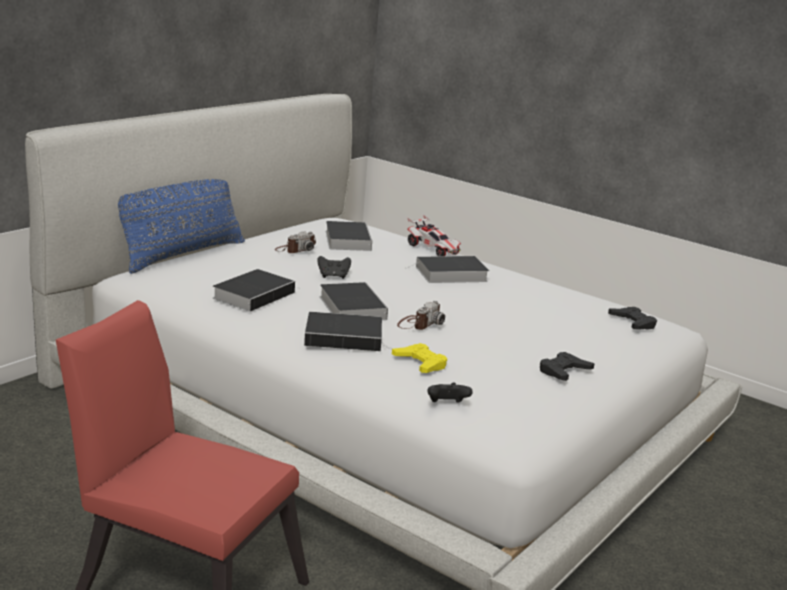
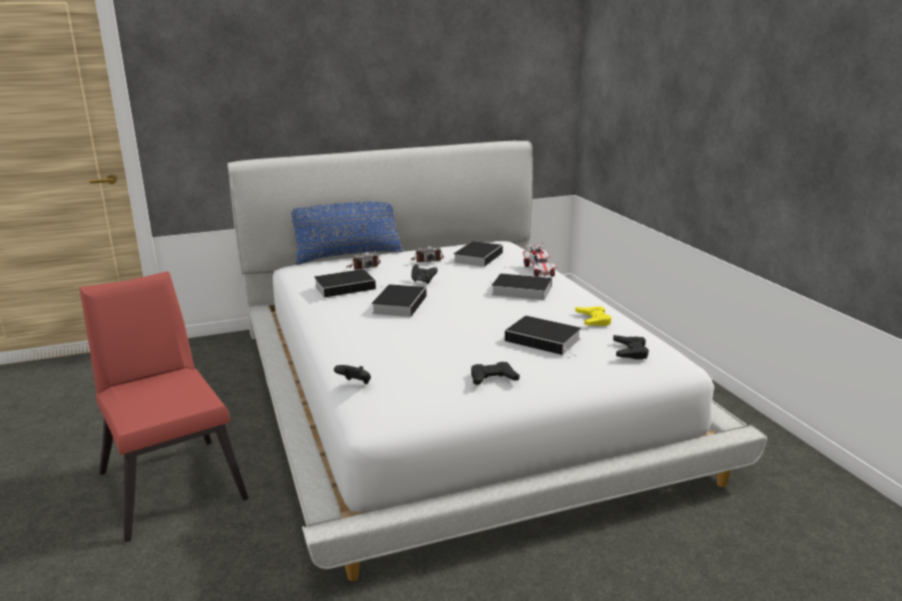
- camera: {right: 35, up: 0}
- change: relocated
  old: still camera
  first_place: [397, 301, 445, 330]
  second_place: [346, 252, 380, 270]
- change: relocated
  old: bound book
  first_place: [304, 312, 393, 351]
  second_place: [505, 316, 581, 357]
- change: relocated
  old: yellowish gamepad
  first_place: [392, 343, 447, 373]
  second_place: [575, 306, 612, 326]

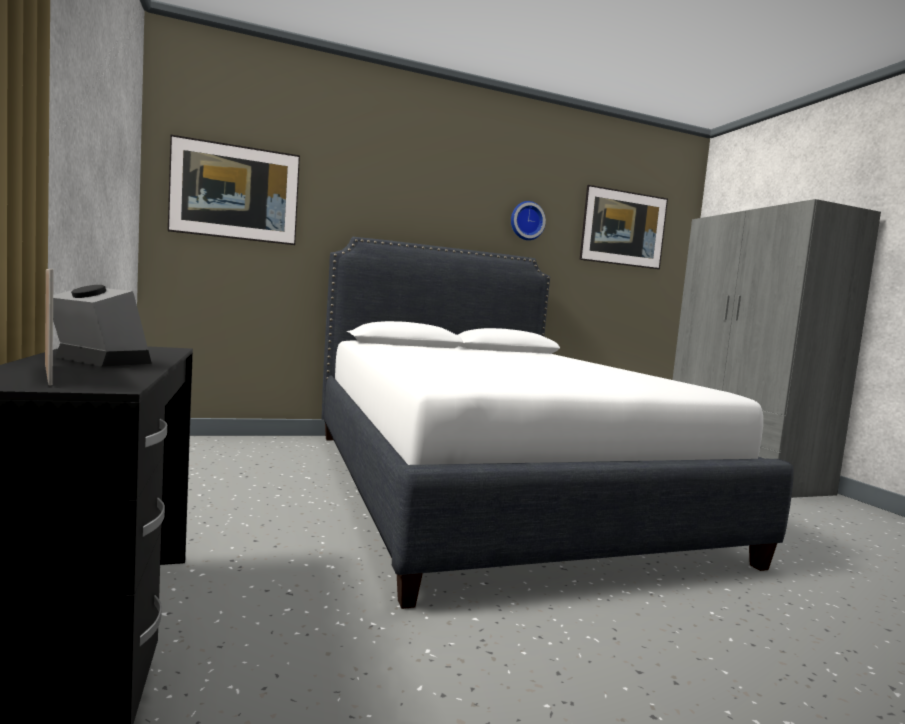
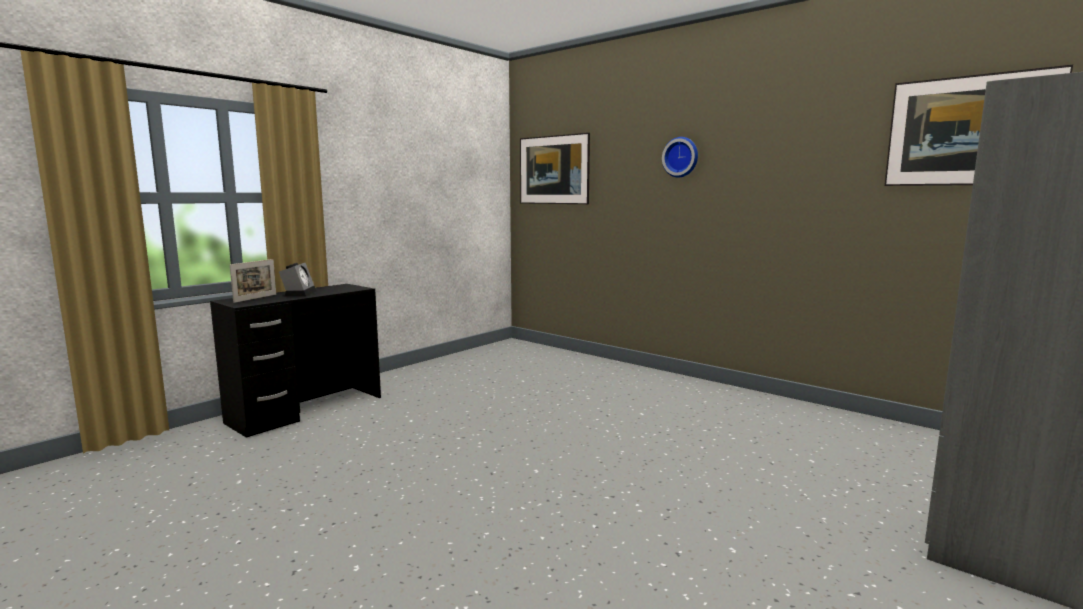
- camera: {right: 60, up: 5}
- change: relocated
  old: clock on the wall
  first_place: [511, 201, 546, 240]
  second_place: [662, 137, 698, 178]
- change: missing
  old: white-coloured bed
  first_place: [321, 237, 794, 609]

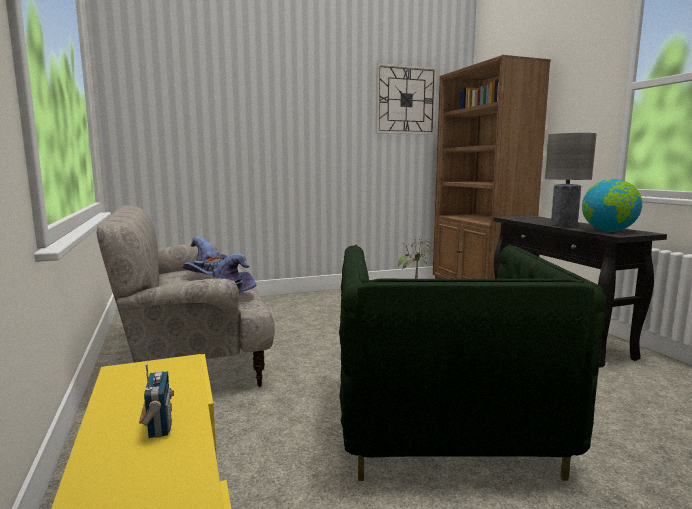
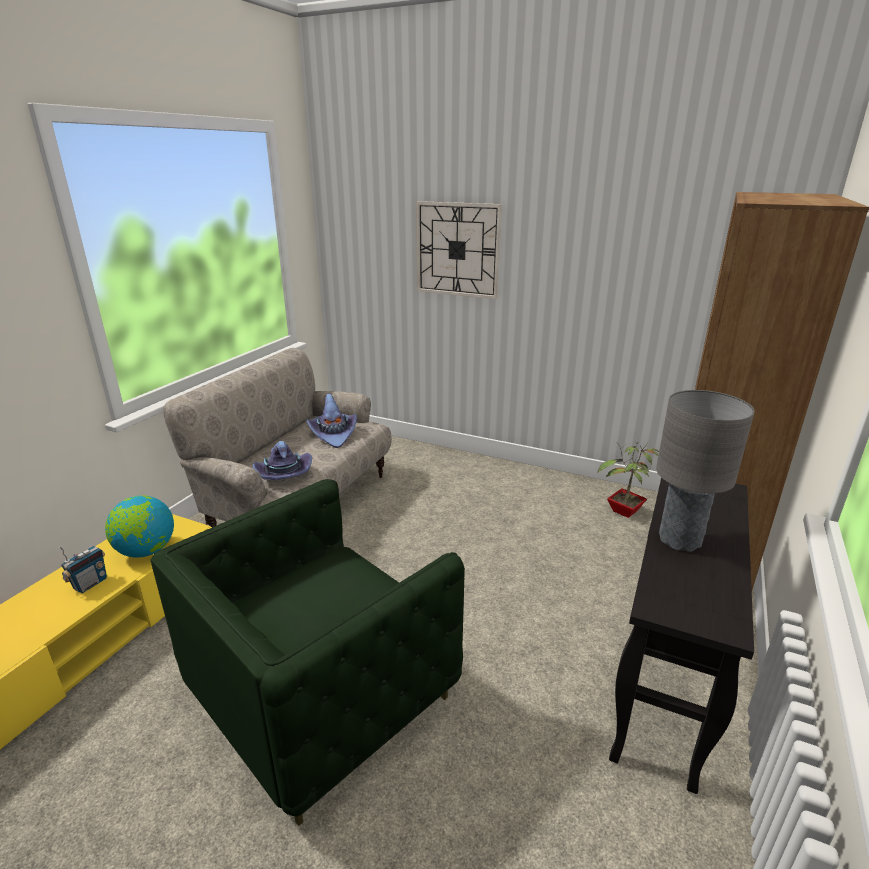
- camera: {right: 45, up: 15}
- change: relocated
  old: clock on the wall
  first_place: [376, 63, 437, 135]
  second_place: [416, 201, 502, 299]
- change: relocated
  old: world globe
  first_place: [582, 179, 642, 232]
  second_place: [105, 495, 174, 558]

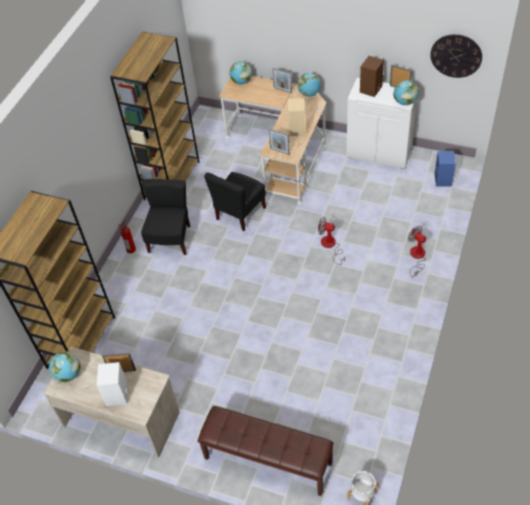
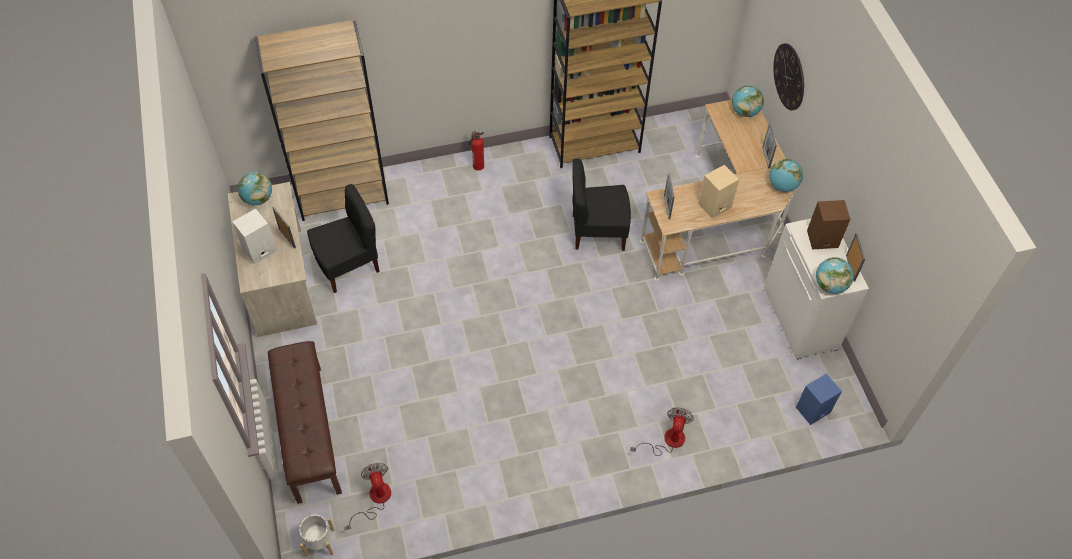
- camera: {right: 50, up: 5}
- change: relocated
  old: clock on the wall
  first_place: [430, 34, 482, 78]
  second_place: [773, 43, 804, 110]
- change: relocated
  old: black-coloured chair
  first_place: [141, 179, 190, 255]
  second_place: [307, 184, 380, 293]
- change: relocated
  old: cooling fan
  first_place: [318, 217, 345, 265]
  second_place: [344, 463, 391, 530]

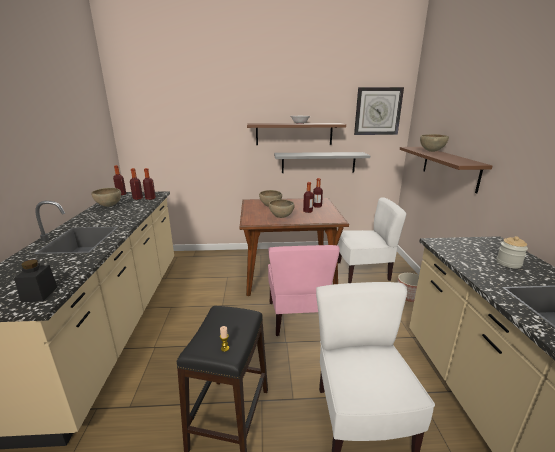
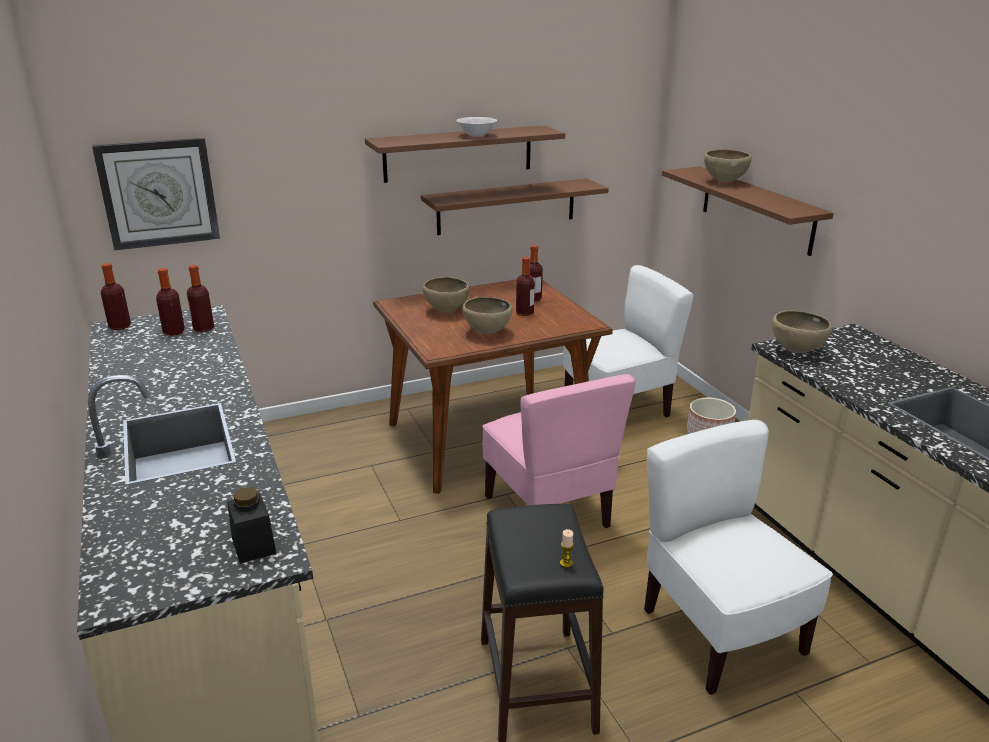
- camera: {right: -20, up: 5}
- change: relocated
  old: clock on the wall
  first_place: [354, 87, 404, 135]
  second_place: [92, 138, 220, 250]
- change: colour
  old: gray shelf
  new: brown shelf
  first_place: [274, 152, 370, 173]
  second_place: [421, 178, 609, 235]
- change: relocated
  old: brown bowl
  first_place: [91, 188, 121, 207]
  second_place: [772, 311, 832, 353]
- change: missing
  old: jar
  first_place: [496, 236, 528, 269]

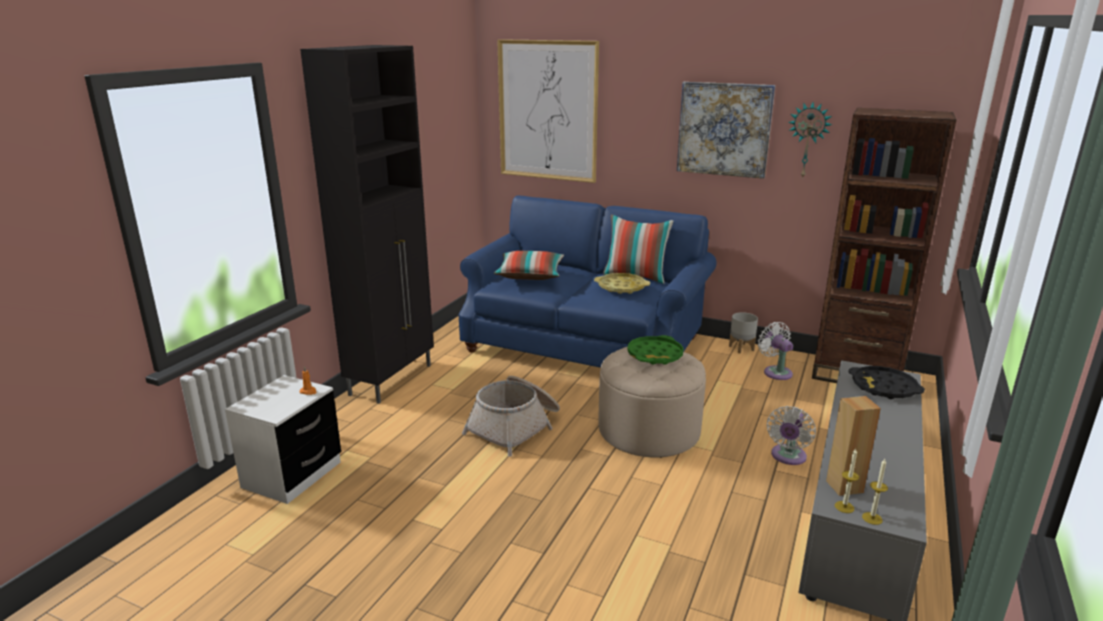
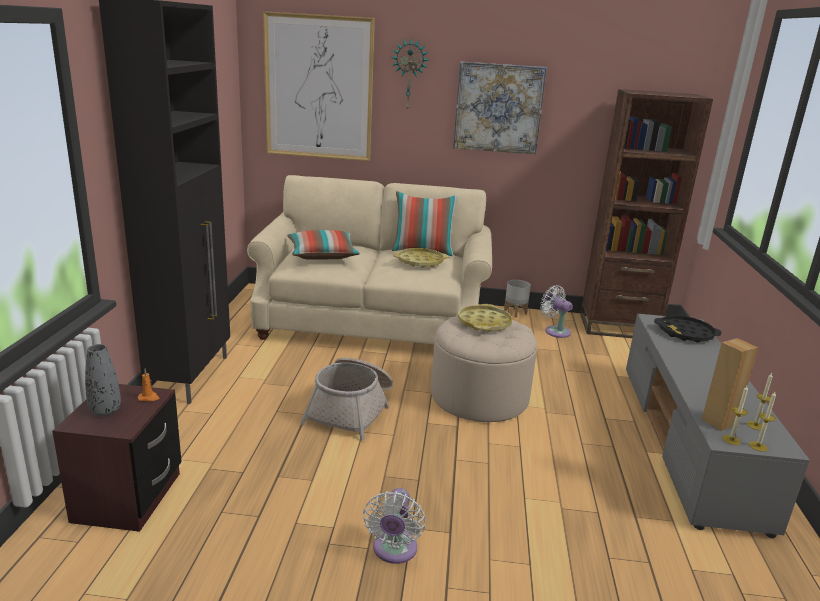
- camera: {right: -20, up: 0}
- change: relocated
  old: clock on the wall
  first_place: [788, 102, 832, 179]
  second_place: [391, 38, 428, 111]
- change: colour
  old: blue couch
  new: beige-coloured couch
  first_place: [459, 195, 717, 368]
  second_place: [247, 175, 492, 344]
- change: colour
  old: green-coloured carrying tray
  new: yellowish carrying tray
  first_place: [627, 335, 684, 365]
  second_place: [458, 304, 512, 332]
- change: colour
  old: white-coloured nightstand
  new: brown nightstand
  first_place: [225, 375, 341, 504]
  second_place: [52, 384, 182, 532]
- change: relocated
  old: white-coloured cooling fan
  first_place: [767, 406, 816, 465]
  second_place: [363, 488, 426, 564]
- change: appeared
  new: gray decorative vase
  second_place: [85, 344, 121, 416]
- change: appeared
  new: wax light
  second_place: [747, 373, 773, 430]

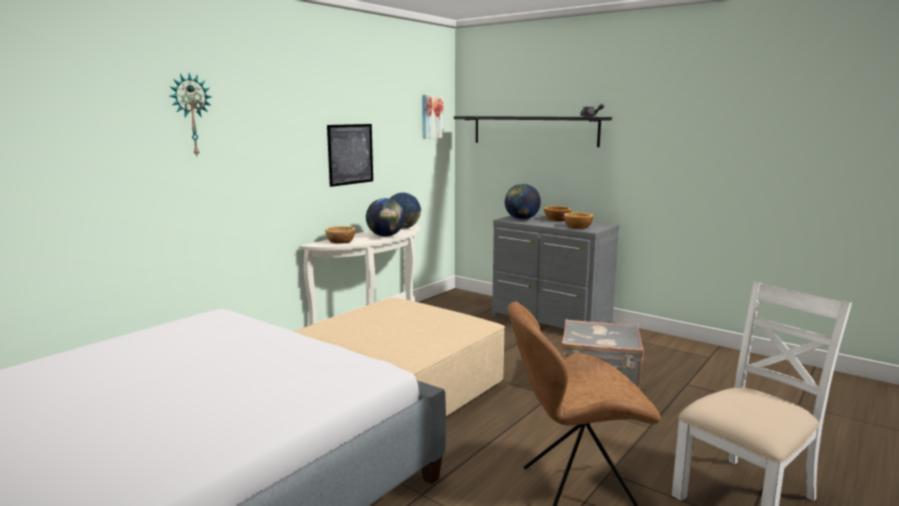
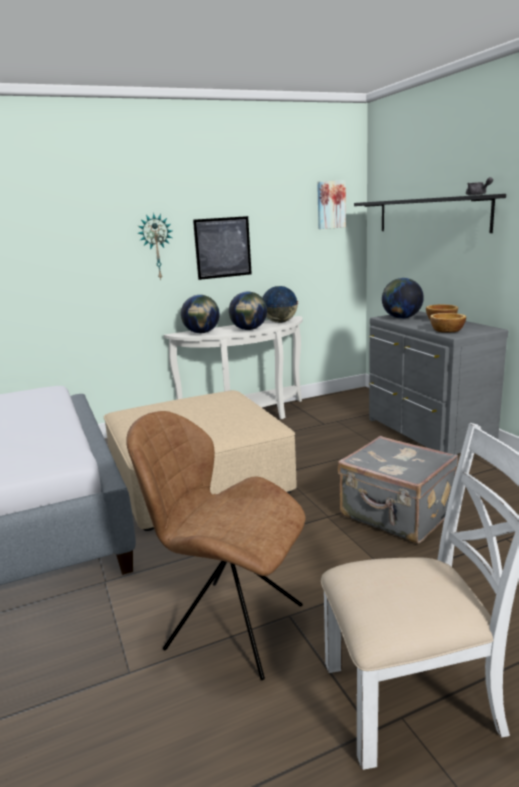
- camera: {right: 30, up: 5}
- change: relocated
  old: clock on the wall
  first_place: [169, 73, 212, 156]
  second_place: [138, 213, 172, 280]
- change: exchanged
  old: bowl
  new: world globe
  first_place: [325, 226, 356, 244]
  second_place: [181, 295, 220, 333]

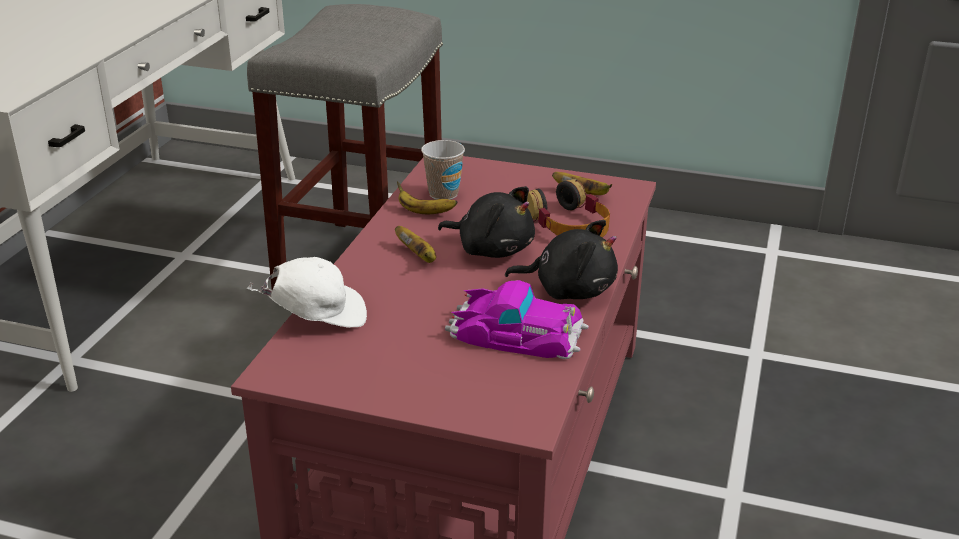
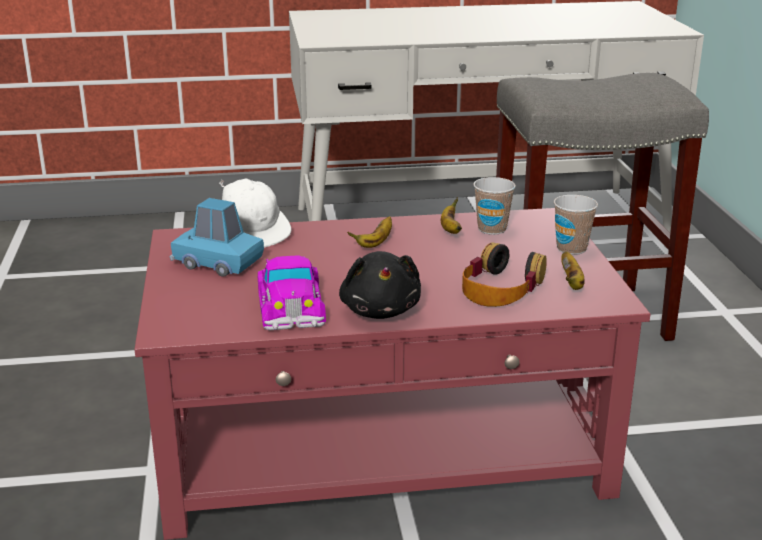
- camera: {right: 65, up: -5}
- change: missing
  old: black-coloured plush toy
  first_place: [438, 186, 535, 258]
- change: appeared
  new: small cup
  second_place: [554, 195, 598, 255]
- change: appeared
  new: blue model car
  second_place: [170, 198, 264, 277]

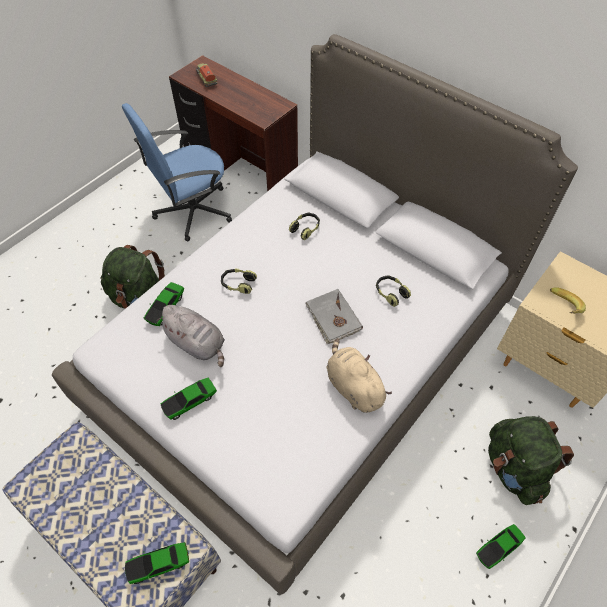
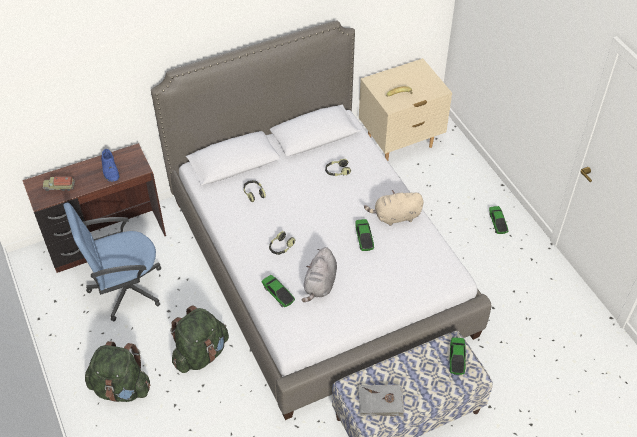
- camera: {right: -65, up: -5}
- change: spun
  old: blue computer chair
  first_place: [122, 103, 232, 242]
  second_place: [63, 202, 161, 321]
  degrees: 75
- change: relocated
  old: gray bound book
  first_place: [306, 289, 363, 344]
  second_place: [358, 385, 404, 416]
- change: spun
  old: gray plush toy
  first_place: [157, 305, 225, 367]
  second_place: [301, 247, 337, 302]
  degrees: 135
- change: relocated
  old: model car
  first_place: [160, 378, 217, 420]
  second_place: [355, 219, 374, 251]
- change: relocated
  old: green-coloured rucksack
  first_place: [488, 416, 574, 505]
  second_place: [85, 341, 150, 402]
- change: appeared
  new: blue shoe
  second_place: [101, 149, 120, 182]

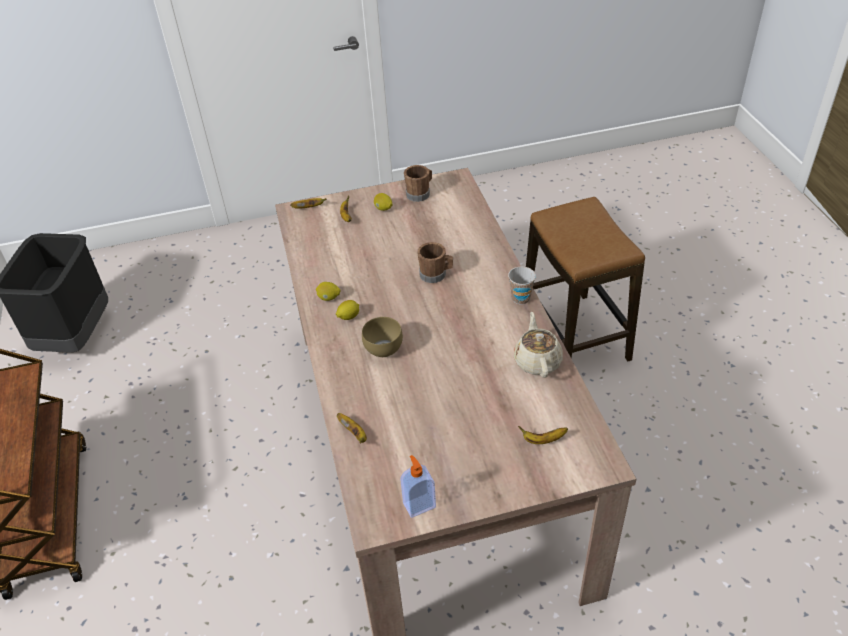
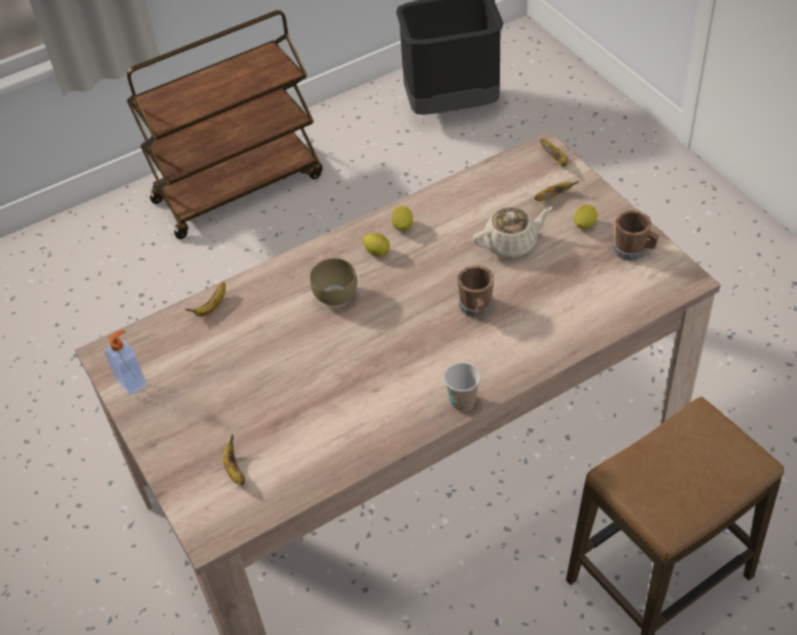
- camera: {right: 75, up: 5}
- change: relocated
  old: beige-coloured pot for tea
  first_place: [514, 312, 563, 378]
  second_place: [473, 206, 553, 258]

